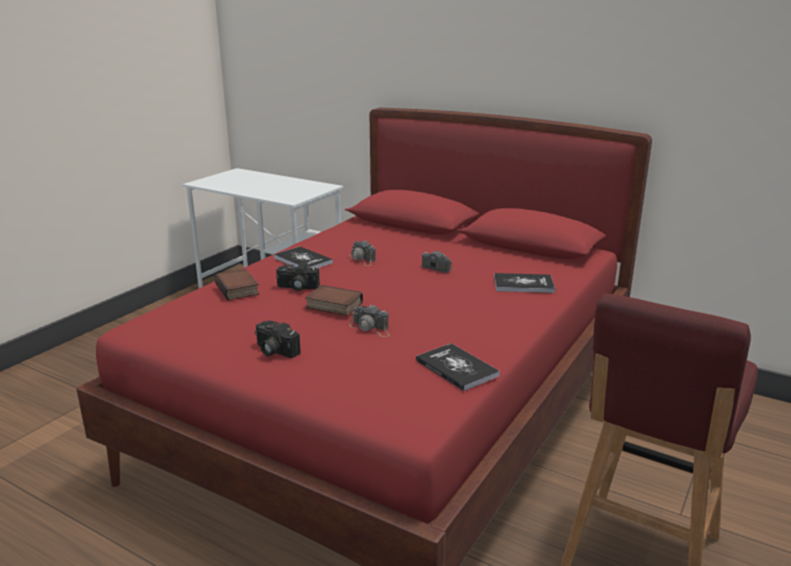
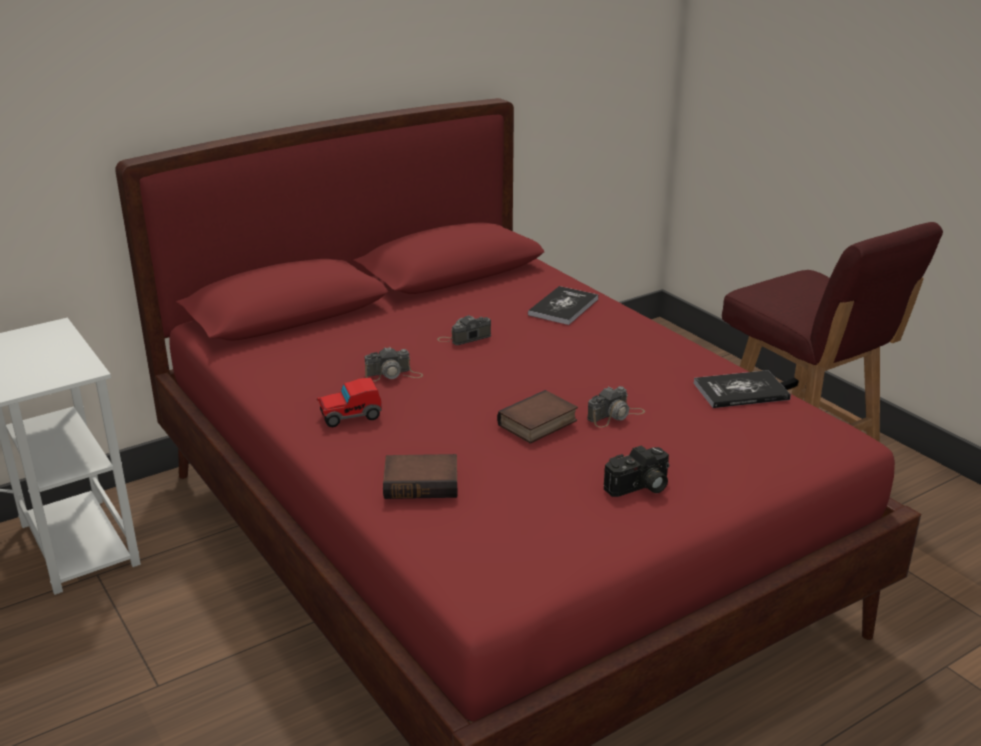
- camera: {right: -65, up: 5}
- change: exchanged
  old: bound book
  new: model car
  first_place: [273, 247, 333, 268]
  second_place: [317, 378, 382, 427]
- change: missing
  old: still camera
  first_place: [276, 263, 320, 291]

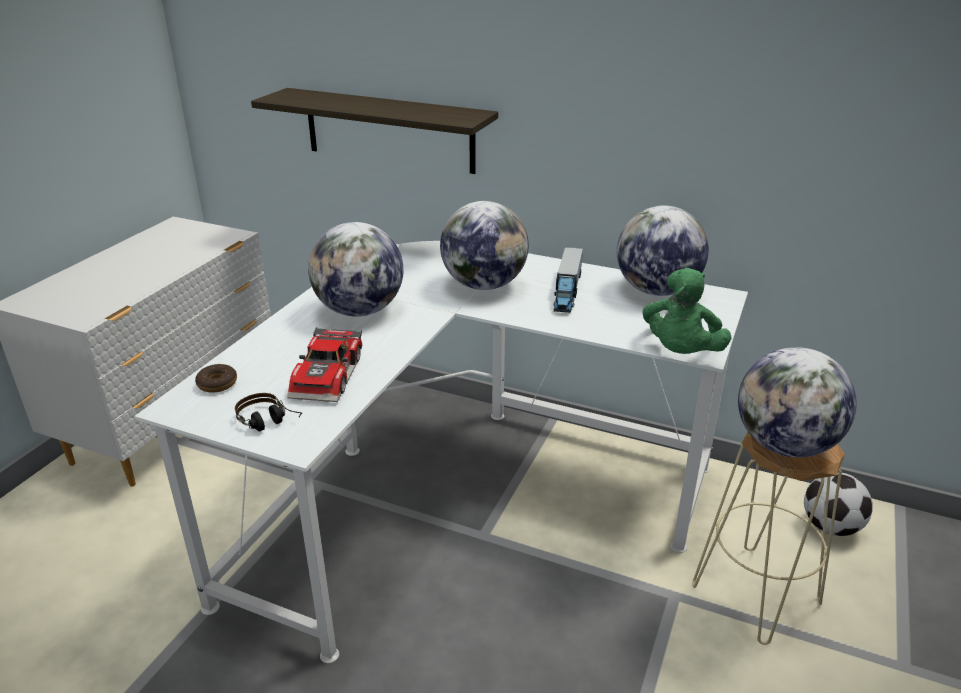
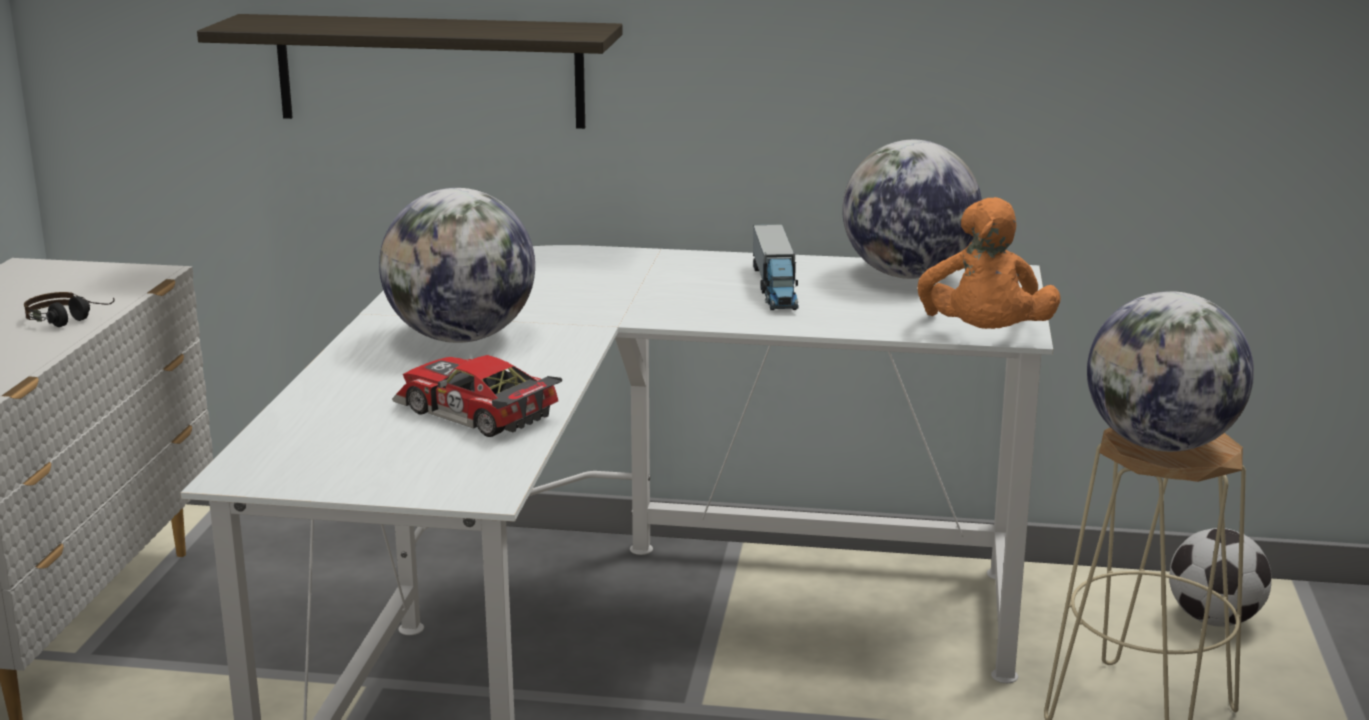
- camera: {right: -15, up: -10}
- change: missing
  old: world globe
  first_place: [440, 201, 529, 290]
- change: colour
  old: green-coloured plush toy
  new: orange-coloured plush toy
  first_place: [642, 268, 731, 354]
  second_place: [917, 197, 1061, 329]
- change: spun
  old: model car
  first_place: [287, 327, 362, 402]
  second_place: [392, 355, 562, 437]
  degrees: 135
- change: missing
  old: donut
  first_place: [195, 364, 237, 392]
- change: relocated
  old: pair of headphones
  first_place: [235, 393, 302, 431]
  second_place: [24, 292, 115, 327]

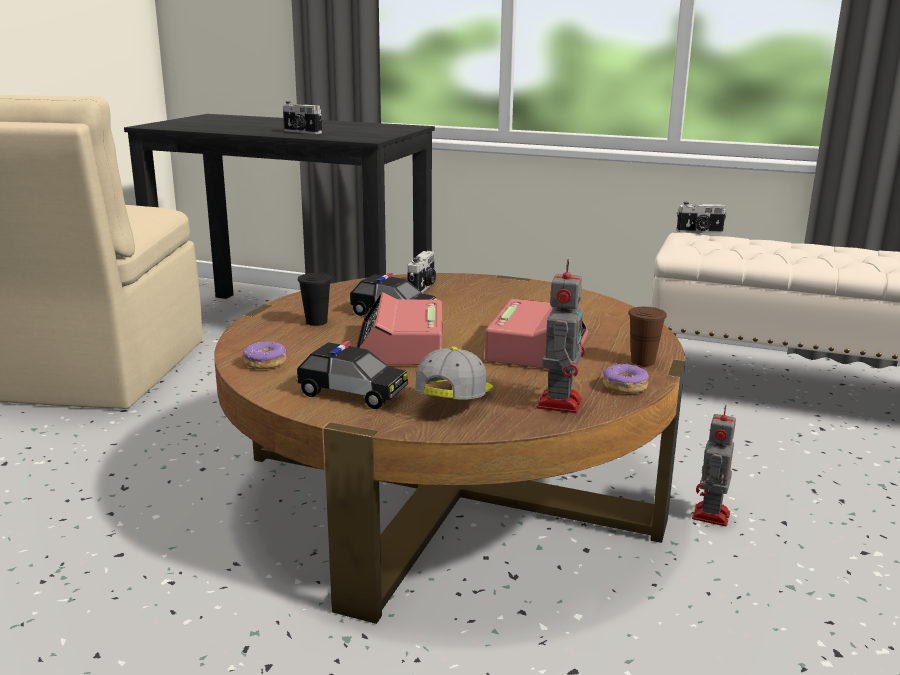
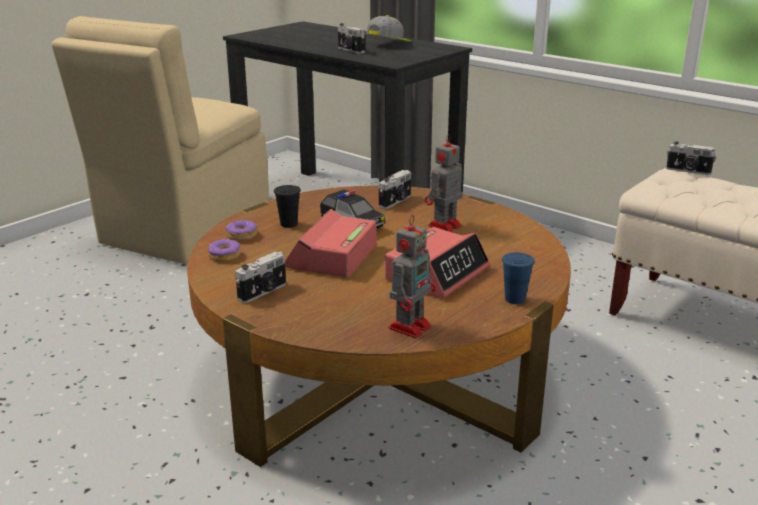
- camera: {right: 20, up: 5}
- change: colour
  old: brown small cup
  new: blue small cup
  first_place: [628, 307, 667, 366]
  second_place: [502, 252, 535, 304]
- change: exchanged
  old: model car
  new: still camera
  first_place: [296, 341, 408, 409]
  second_place: [235, 251, 286, 304]
- change: relocated
  old: cap
  first_place: [414, 347, 493, 400]
  second_place: [366, 15, 411, 41]
- change: relocated
  old: donut
  first_place: [603, 363, 649, 394]
  second_place: [225, 219, 257, 241]
- change: relocated
  old: robot figure
  first_place: [692, 405, 736, 526]
  second_place: [425, 134, 463, 232]

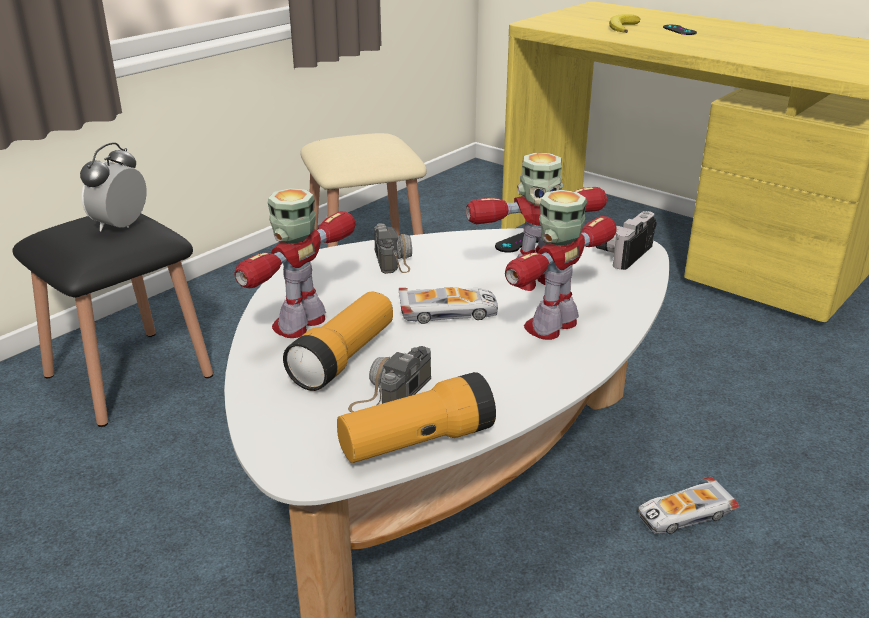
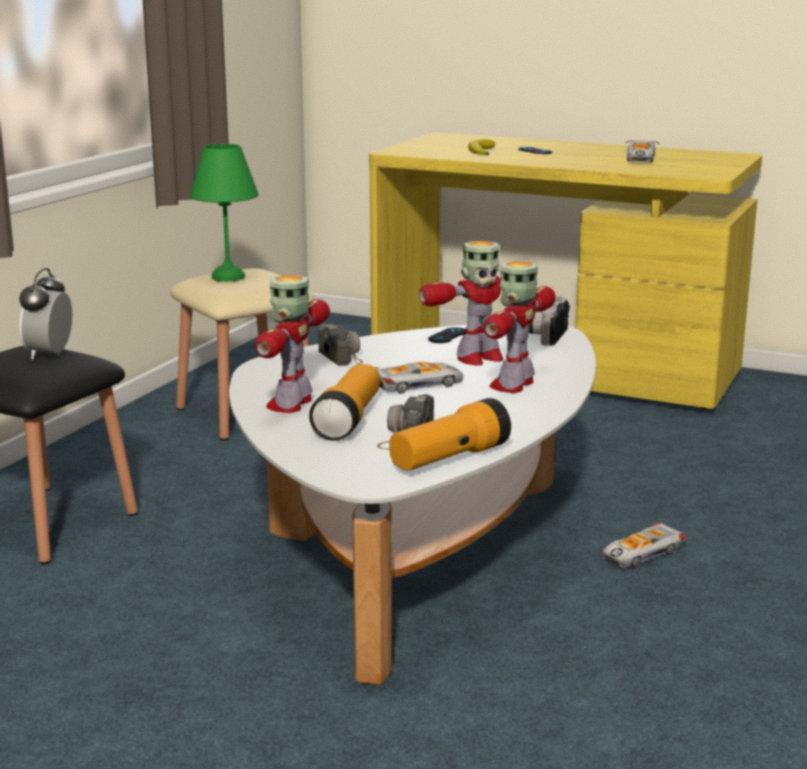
- camera: {right: -15, up: -10}
- change: appeared
  new: model car
  second_place: [625, 140, 659, 162]
- change: appeared
  new: green-coloured table lamp
  second_place: [190, 144, 259, 282]

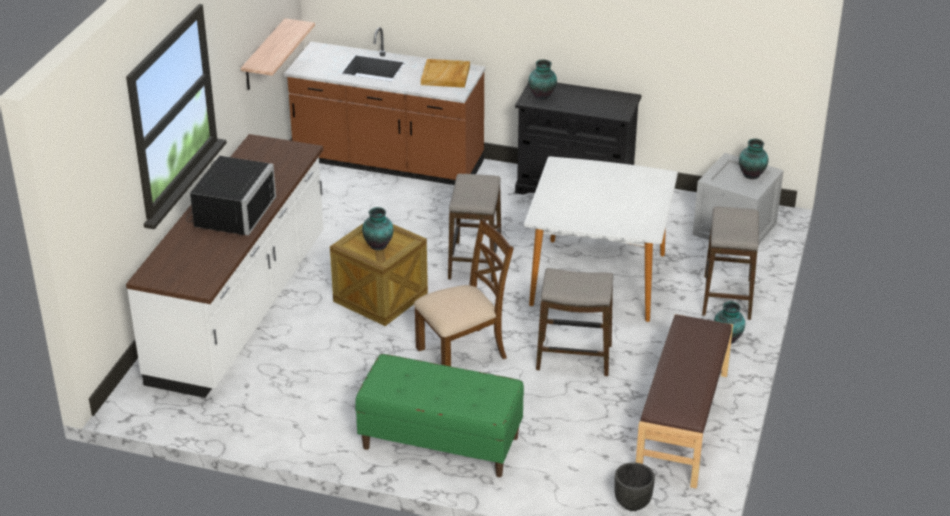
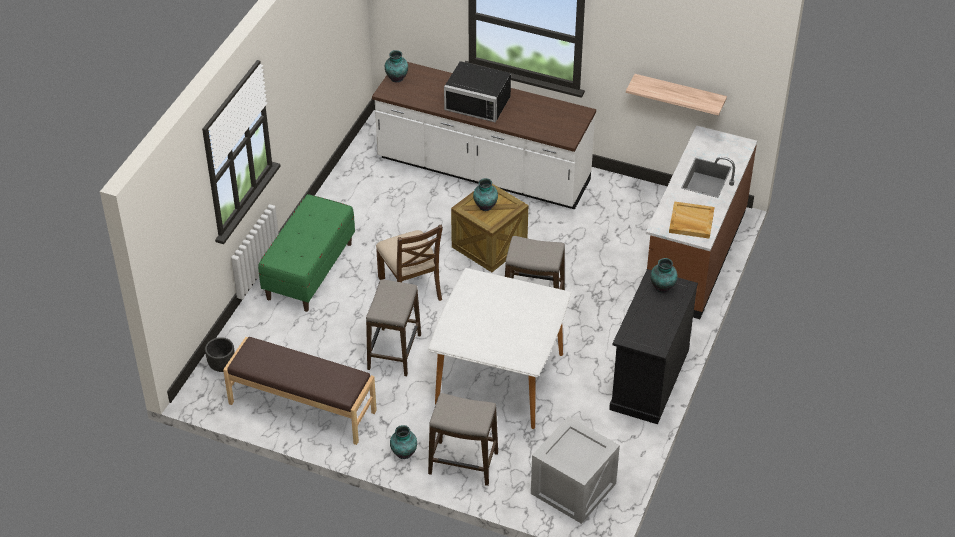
- camera: {right: 95, up: 10}
- change: relocated
  old: decorative vase
  first_place: [739, 139, 769, 179]
  second_place: [385, 50, 408, 83]

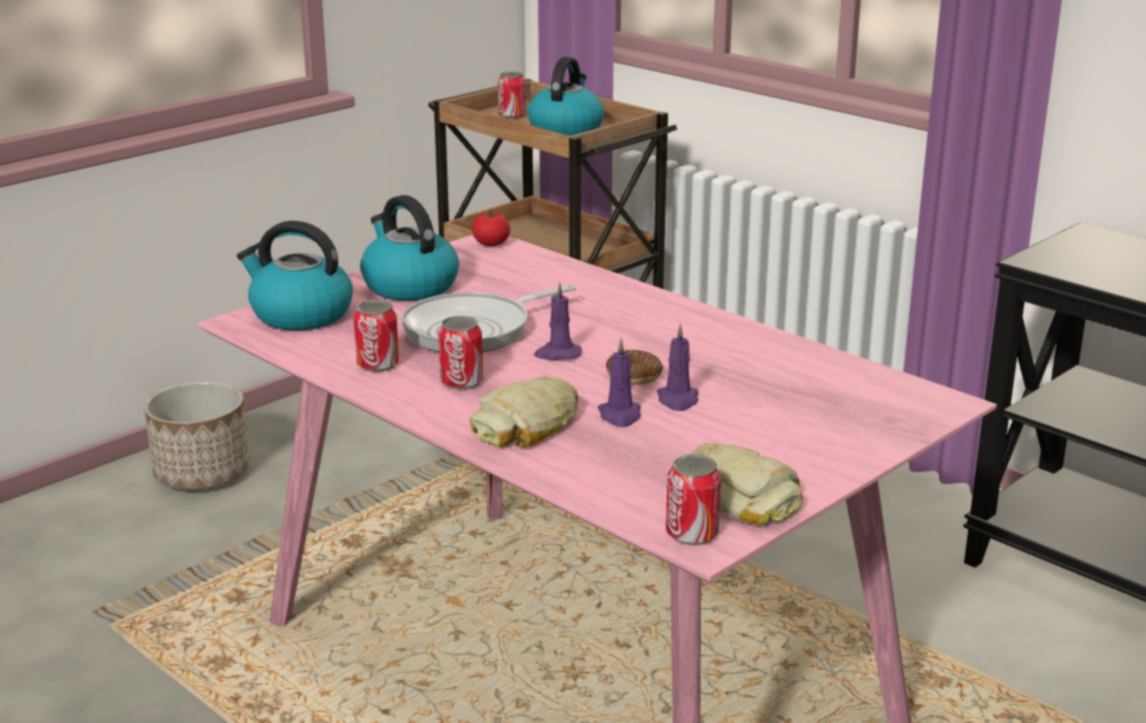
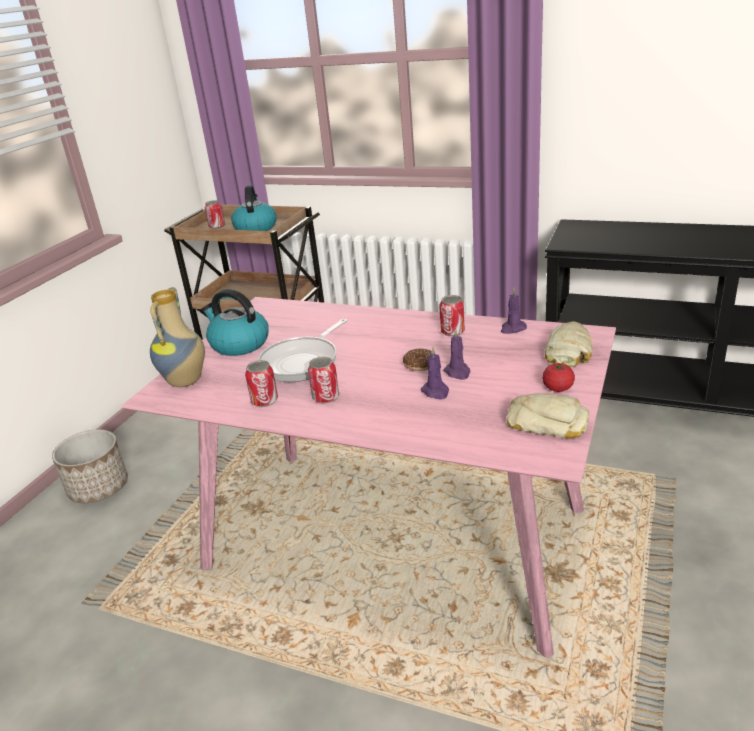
- camera: {right: -20, up: 5}
- change: relocated
  old: tomato
  first_place: [472, 211, 510, 246]
  second_place: [542, 363, 575, 392]
- change: exchanged
  old: water kettle
  new: decorative vase
  first_place: [237, 221, 353, 331]
  second_place: [150, 287, 205, 387]
- change: relocated
  old: purple wax light
  first_place: [534, 282, 582, 360]
  second_place: [501, 288, 527, 334]
- change: relocated
  old: baked bread
  first_place: [469, 376, 579, 448]
  second_place: [544, 322, 593, 367]
- change: relocated
  old: can
  first_place: [666, 454, 721, 546]
  second_place: [439, 295, 465, 337]

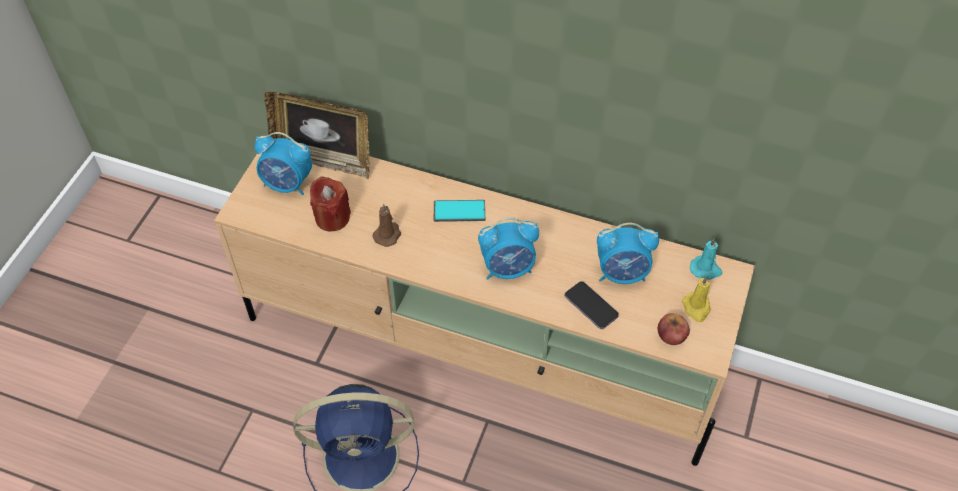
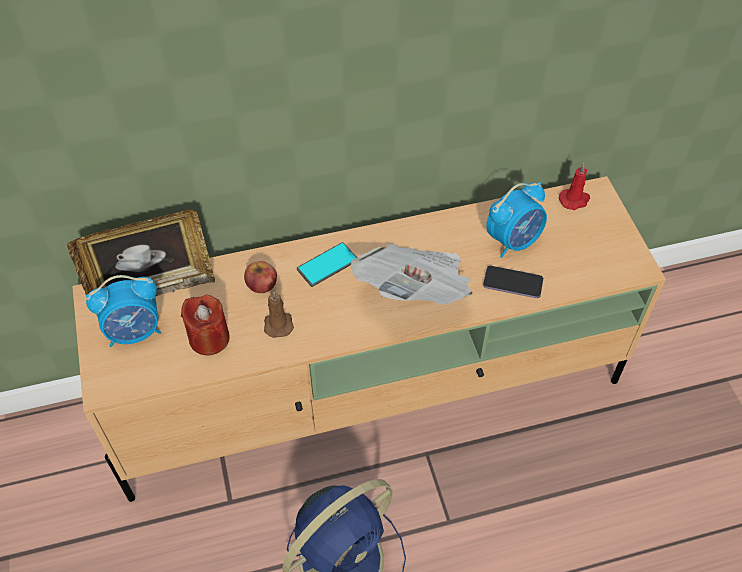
- camera: {right: -35, up: 0}
- change: exchanged
  old: alarm clock
  new: printed paper
  first_place: [478, 217, 539, 280]
  second_place: [351, 243, 473, 305]
- change: colour
  old: blue-green wax light
  new: reddish wax light
  first_place: [690, 238, 722, 280]
  second_place: [558, 163, 590, 210]
- change: missing
  old: yellowish wax light
  first_place: [682, 277, 711, 322]
- change: relocated
  old: apple
  first_place: [658, 313, 690, 345]
  second_place: [244, 261, 277, 293]

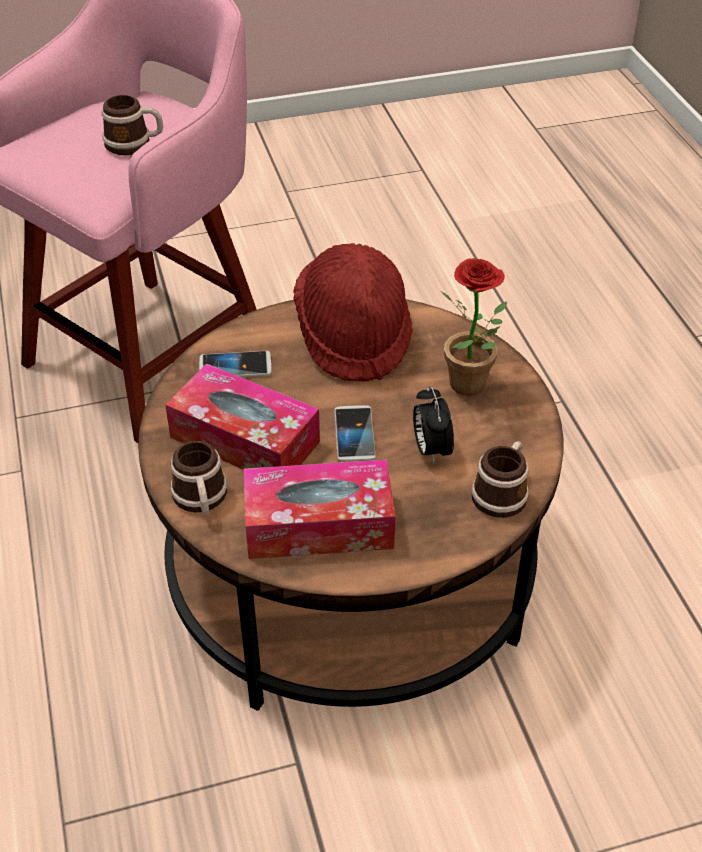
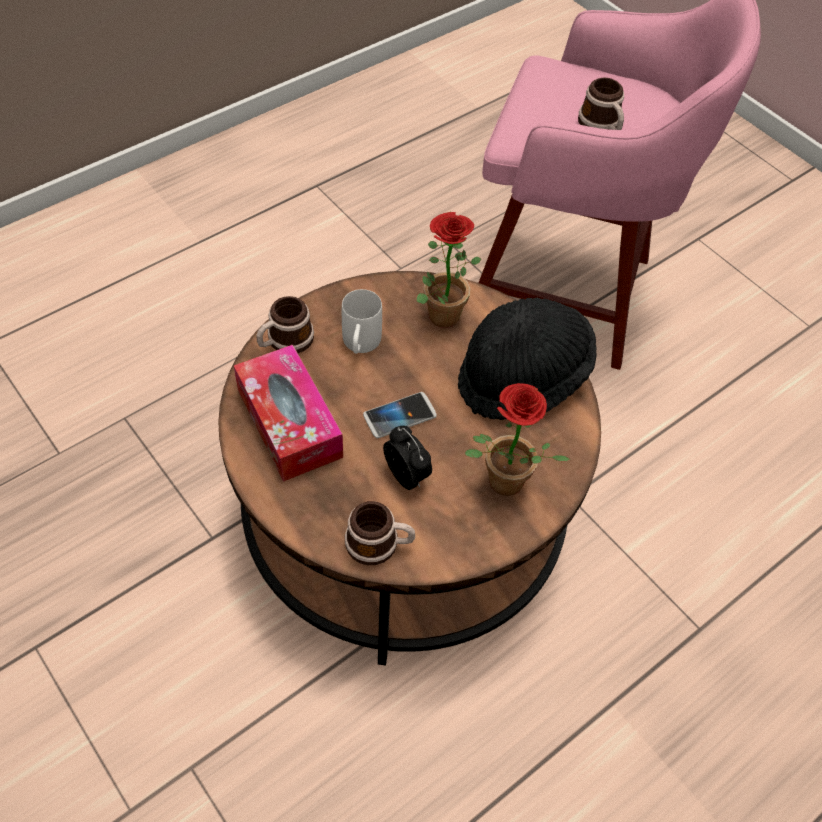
- camera: {right: 65, up: 10}
- change: colour
  old: reddish hat
  new: black-coloured hat
  first_place: [293, 243, 413, 382]
  second_place: [458, 298, 596, 420]
- change: exchanged
  old: handset
  new: potted plant
  first_place: [199, 351, 272, 377]
  second_place: [417, 212, 482, 328]
- change: exchanged
  old: box of tissues
  new: white-coloured tea mug
  first_place: [165, 363, 320, 470]
  second_place: [342, 289, 382, 354]
- change: spun
  old: alarm clock
  first_place: [413, 386, 454, 464]
  second_place: [383, 426, 432, 490]
  degrees: 90

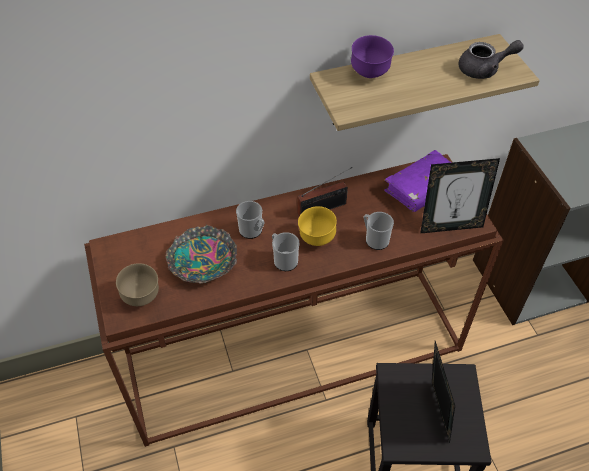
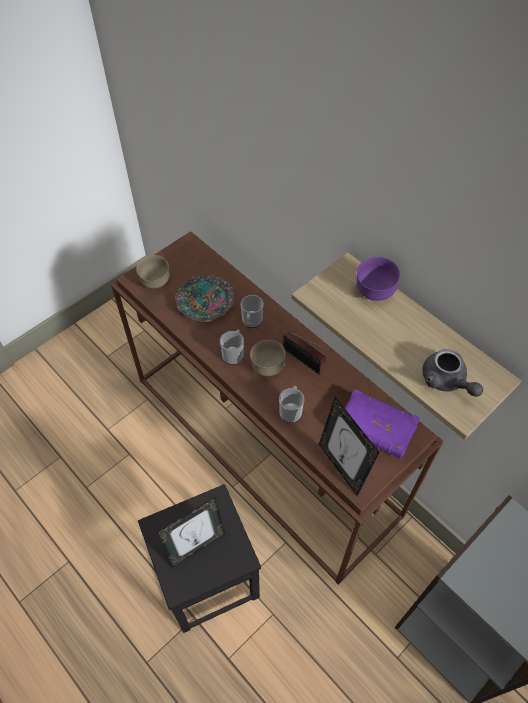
- camera: {right: 65, up: 5}
- change: colour
  old: yellowish bowl
  new: brown bowl
  first_place: [298, 206, 337, 246]
  second_place: [250, 340, 286, 376]

